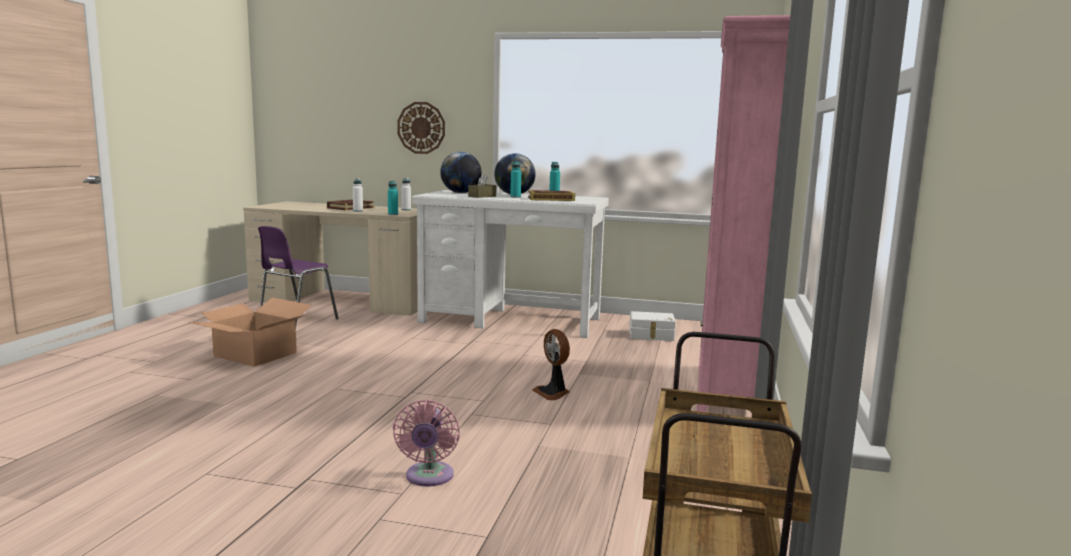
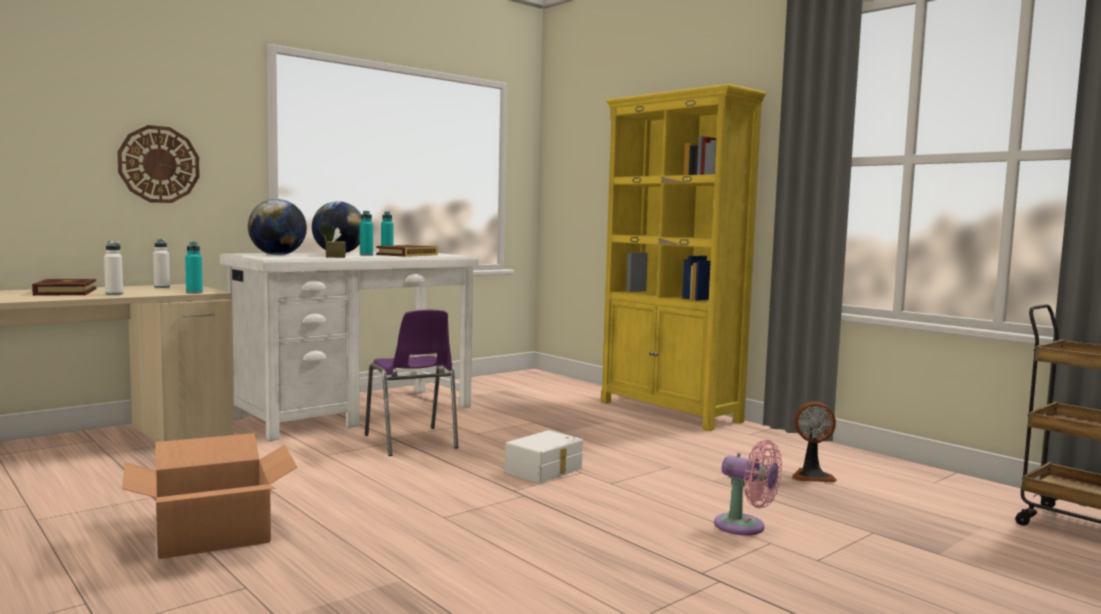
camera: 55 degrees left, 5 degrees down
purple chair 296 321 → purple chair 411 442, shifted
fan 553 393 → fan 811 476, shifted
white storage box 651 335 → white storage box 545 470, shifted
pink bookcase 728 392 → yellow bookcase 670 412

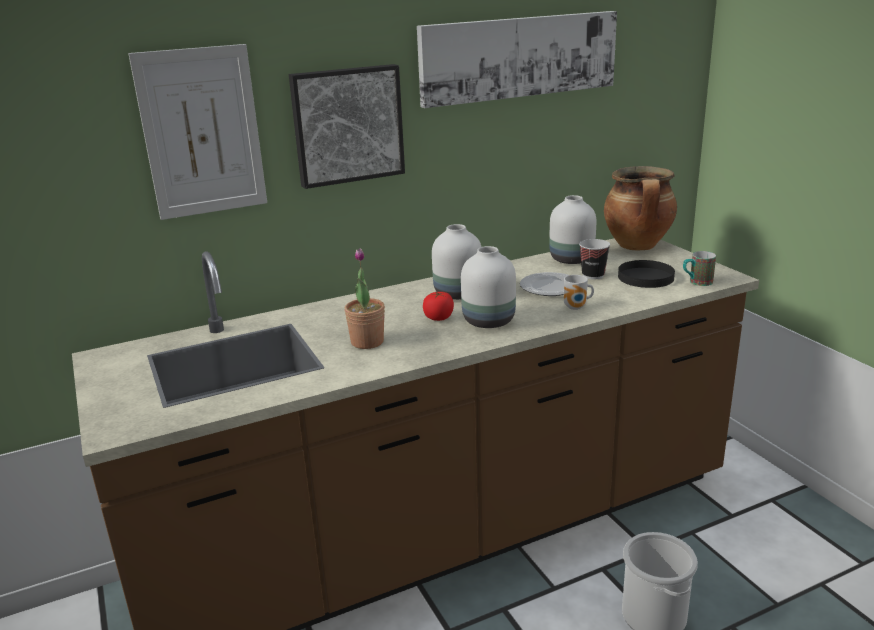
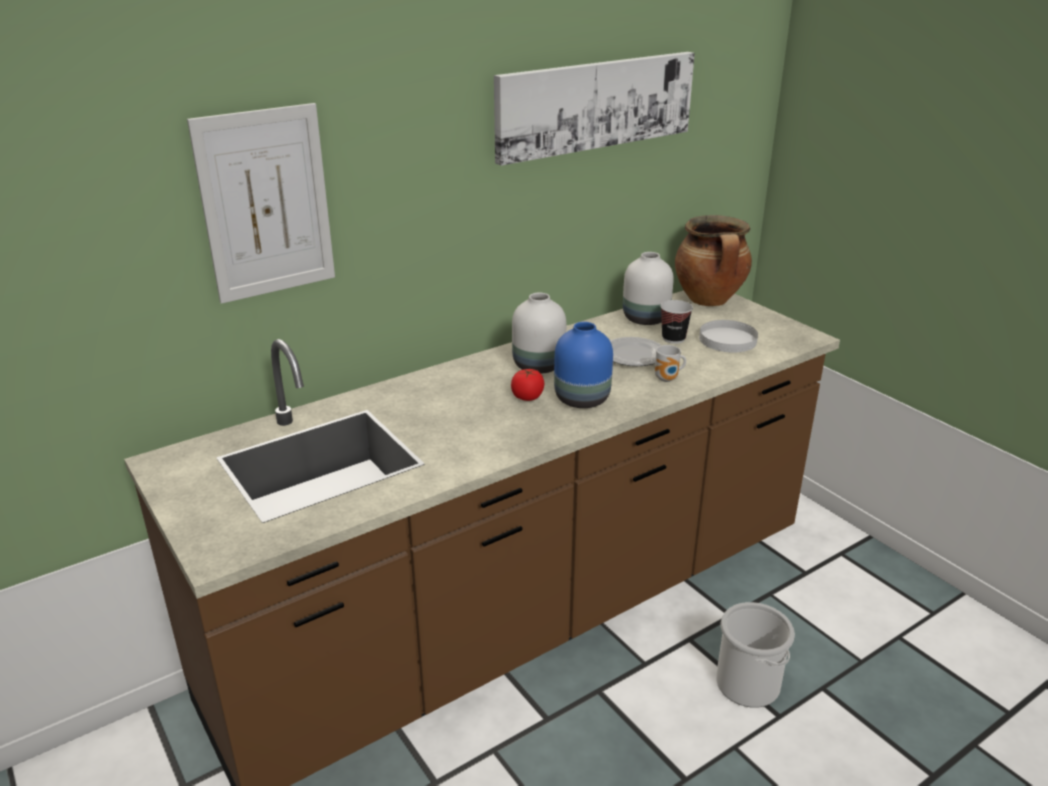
camera: 10 degrees left, 5 degrees up
picture 347 125 → -
potted plant 367 342 → -
mug 696 282 → -
white vase 488 320 → blue vase 582 398
black plate 646 277 → white plate 728 340

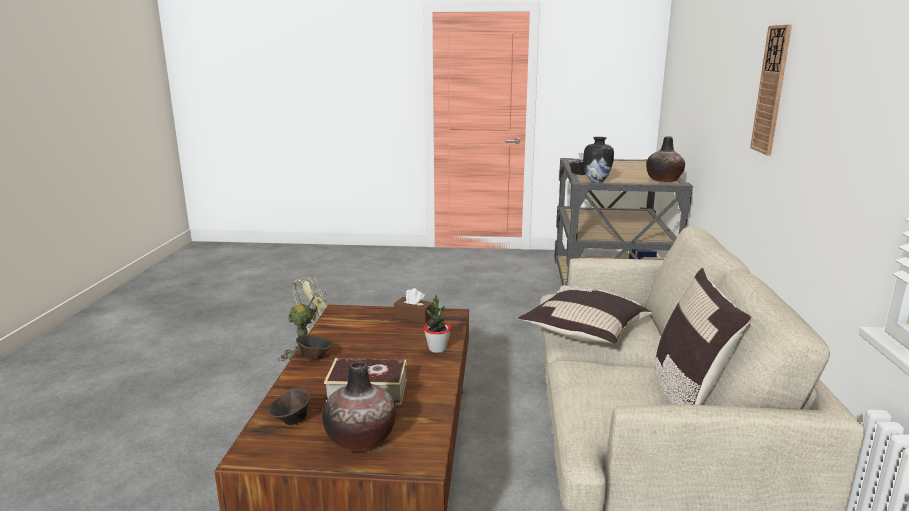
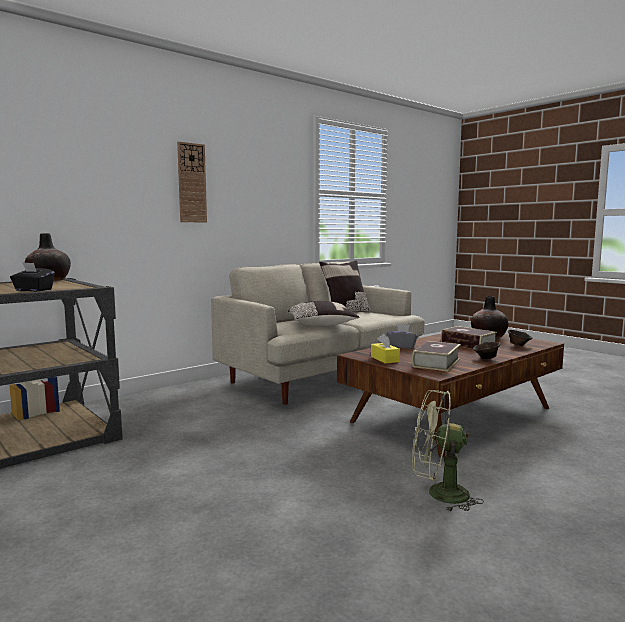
camera: 135 degrees left, 10 degrees down
vase 596 181 → -
- → book 436 363
potted plant 437 349 → grey tissue box 402 346
brown tissue box 413 316 → yellow tissue box 384 359

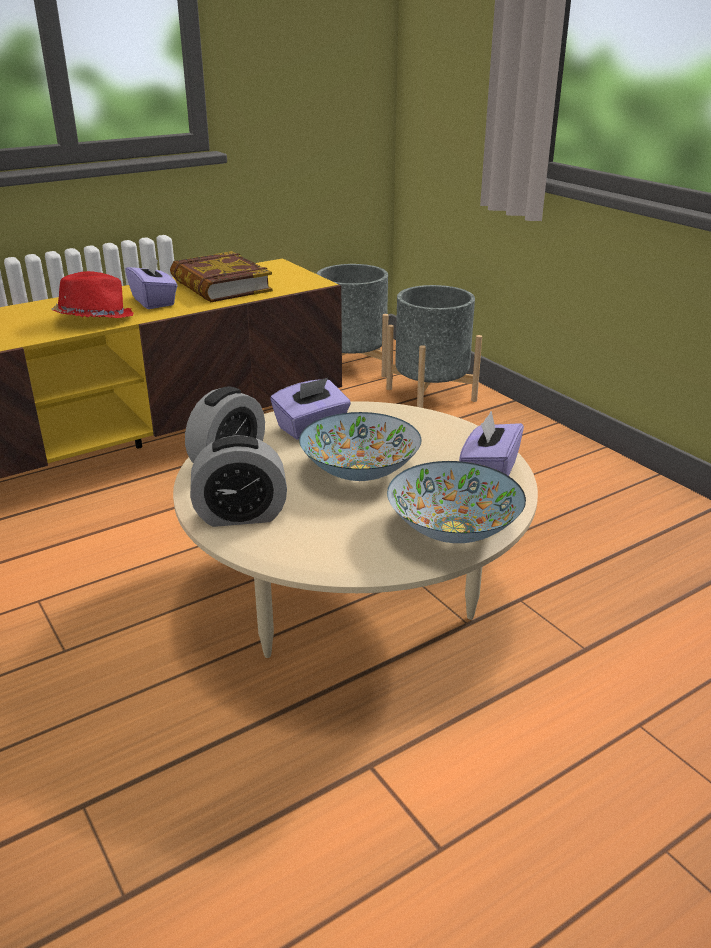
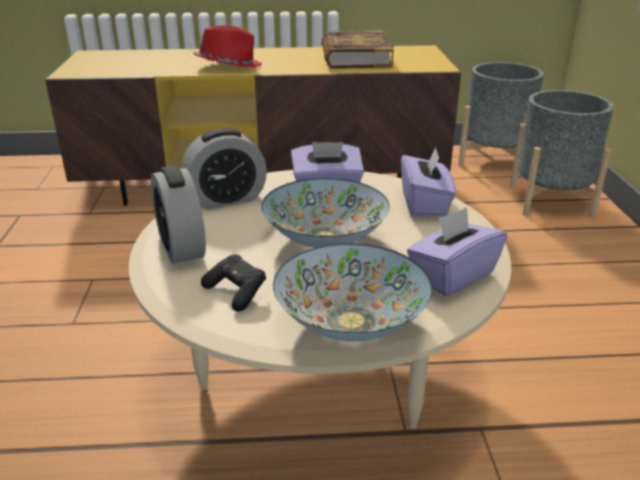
camera: 30 degrees right, 0 degrees up
- → black game controller 236 292
purple tissue box 154 301 → purple tissue box 425 204, shifted
alarm clock 241 515 → alarm clock 181 247, 45 degrees clockwise

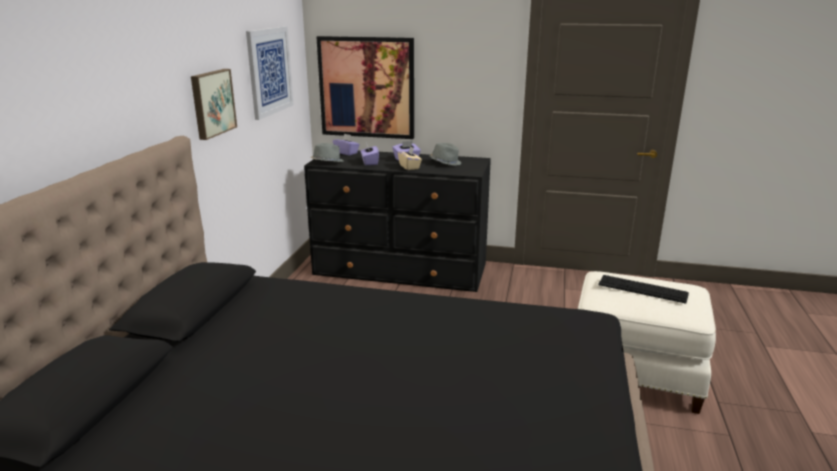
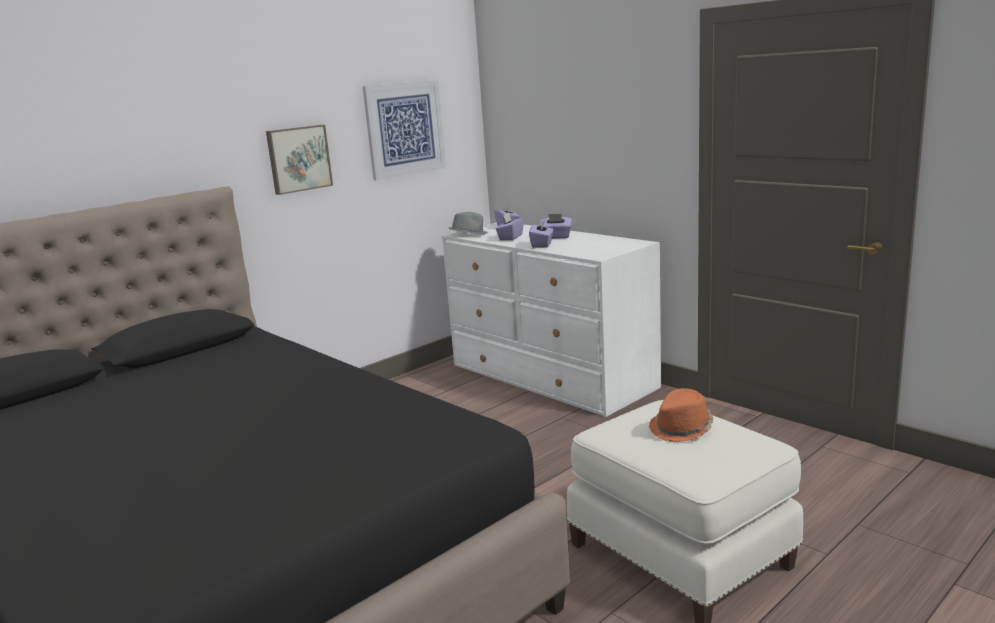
camera: 35 degrees right, 5 degrees down
picture 366 87 → -
grey hat 445 163 → -
keyboard 642 289 → orange hat 682 429
black dresser 401 269 → white dresser 551 376
beige tissue box 409 167 → purple tissue box 542 245

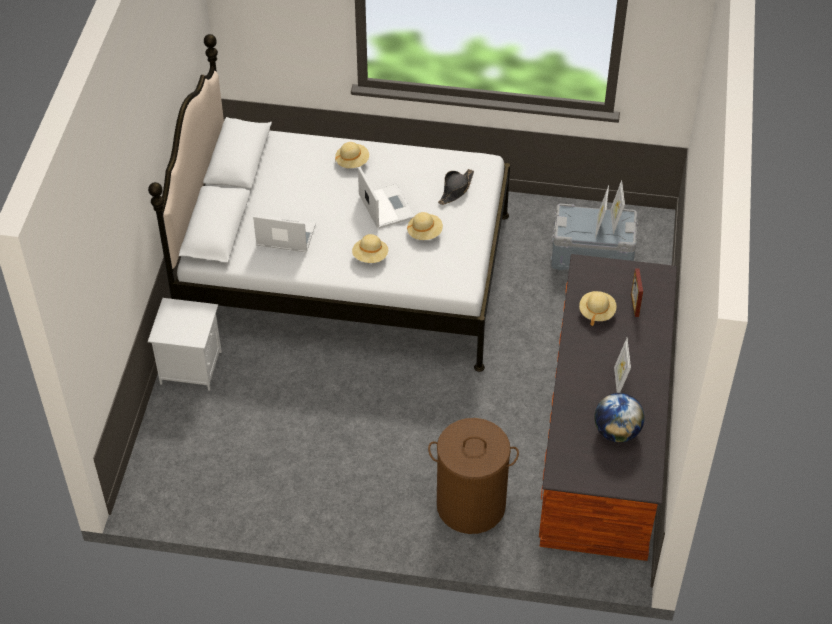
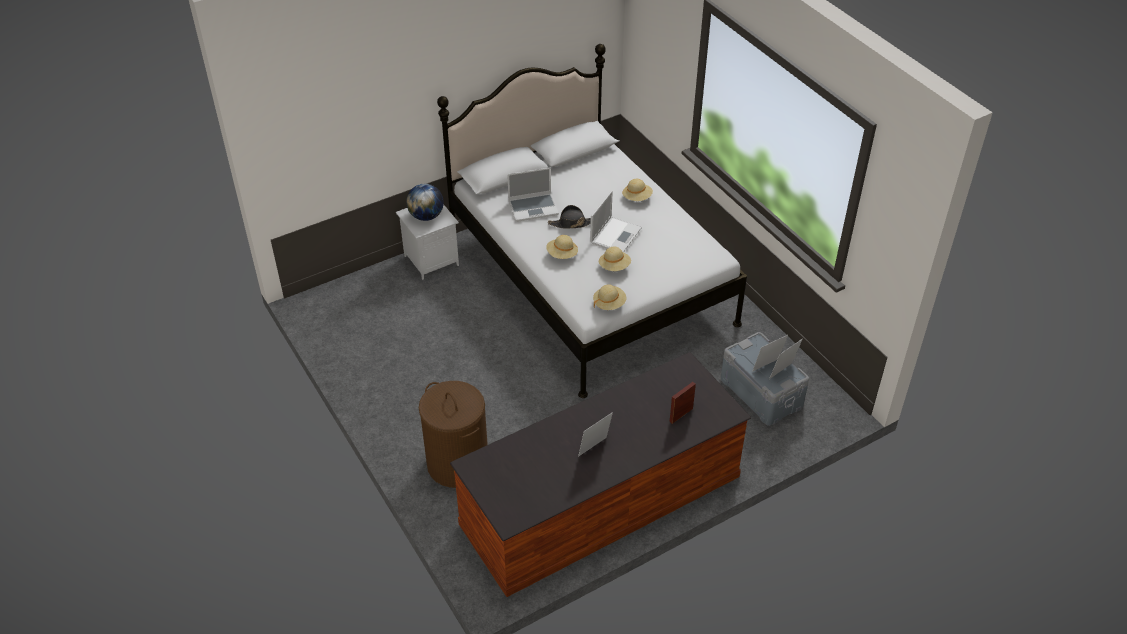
camera: 50 degrees right, 5 degrees down
black hat 456 190 → black hat 571 223, shifted
beige hat 596 312 → beige hat 609 304, shifted
globe 616 432 → globe 426 216, shifted
laptop 285 236 → laptop 533 207, 105 degrees clockwise

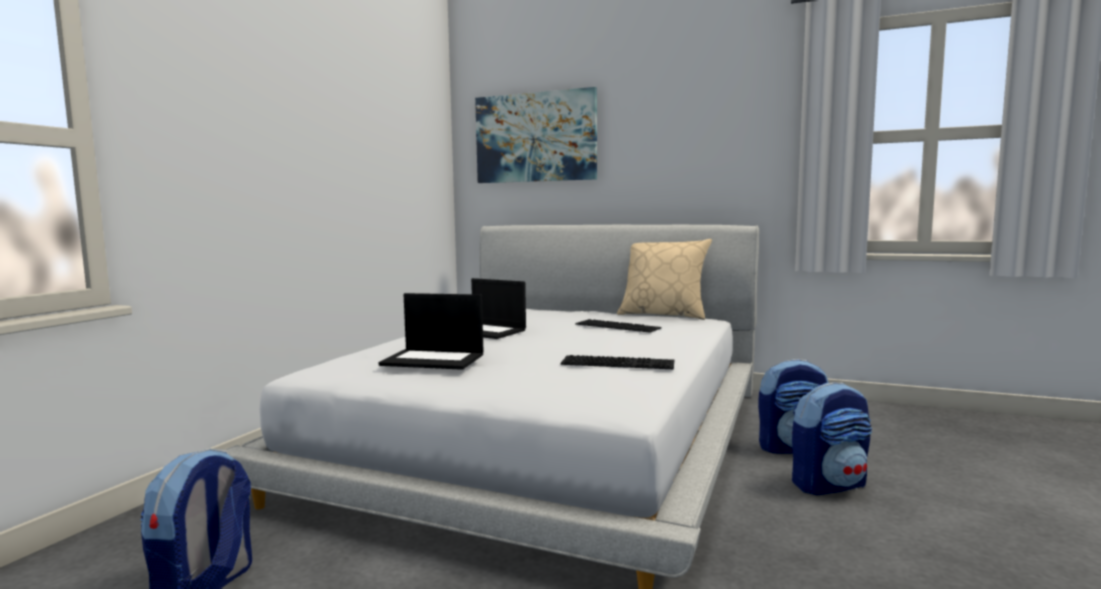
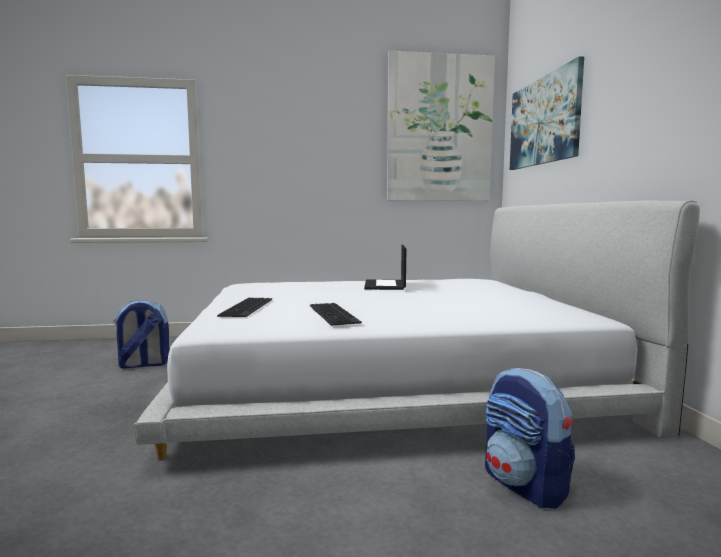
camera: 60 degrees right, 0 degrees up
laptop 434 359 → -
beige pillow 663 315 → -
backpack 829 484 → -
- → picture 439 129
keyboard 619 326 → keyboard 248 307, shifted

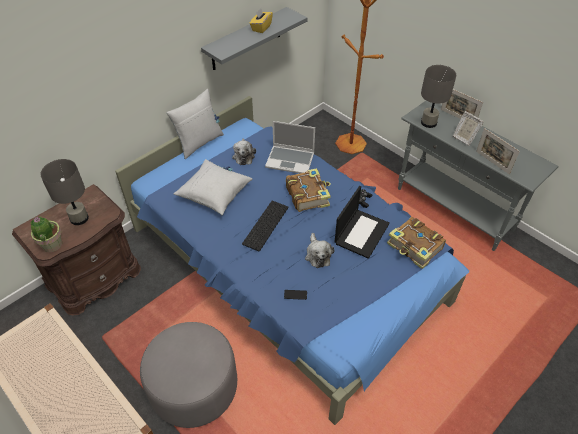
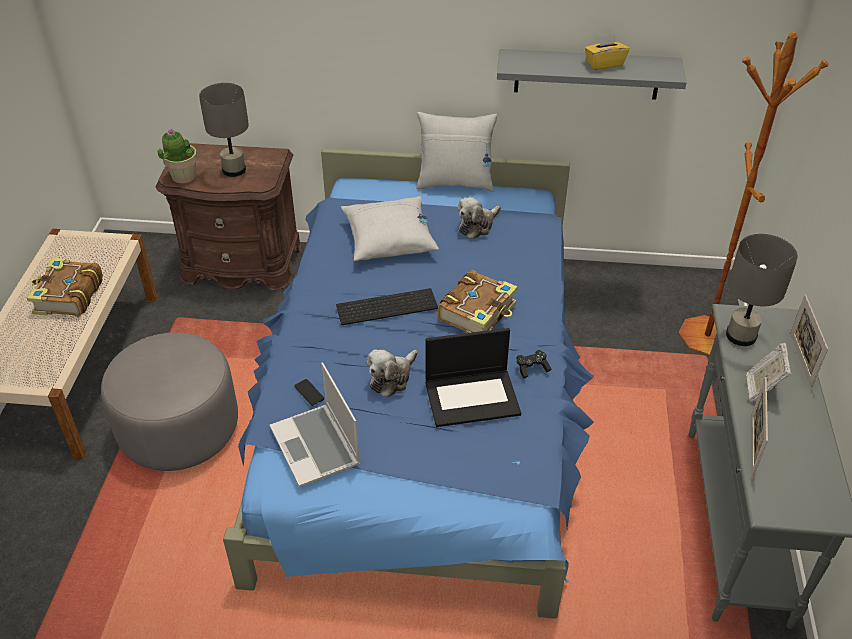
camera: 50 degrees right, 5 degrees down
laptop 290 160 → laptop 316 447, shifted
book 415 247 → book 67 297, shifted

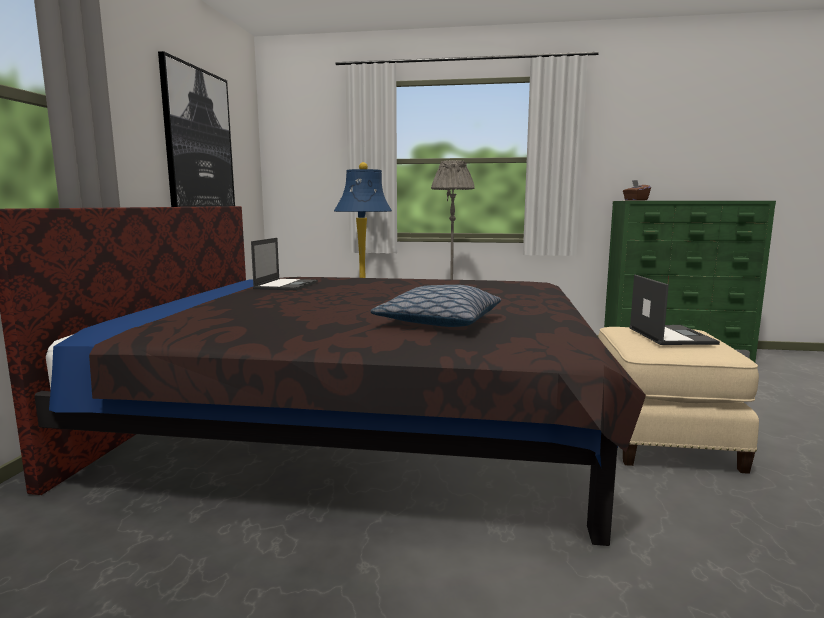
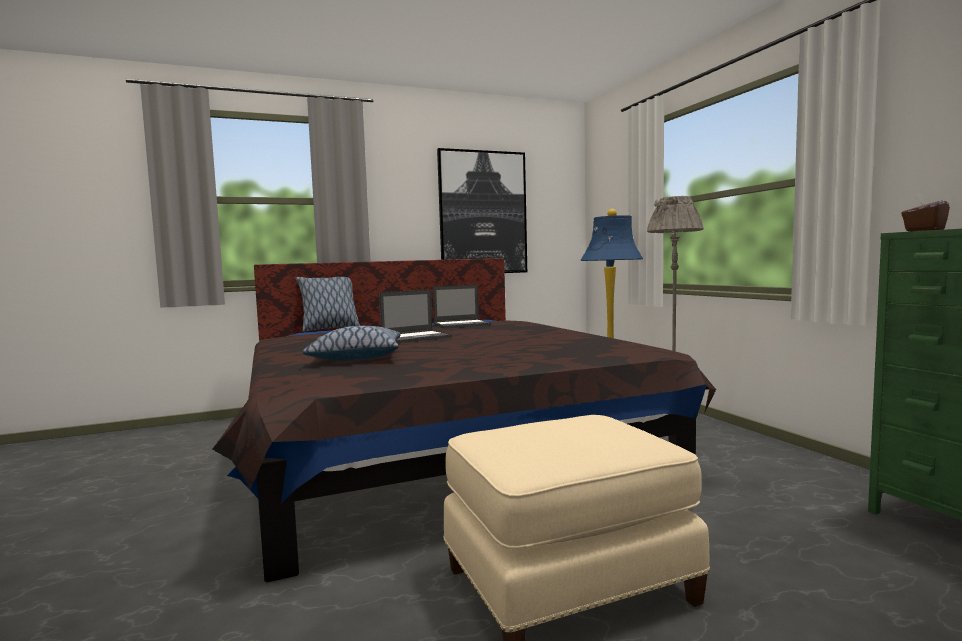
camera: 60 degrees right, 5 degrees down
- → pillow 329 329
laptop 670 335 → laptop 416 337, shifted

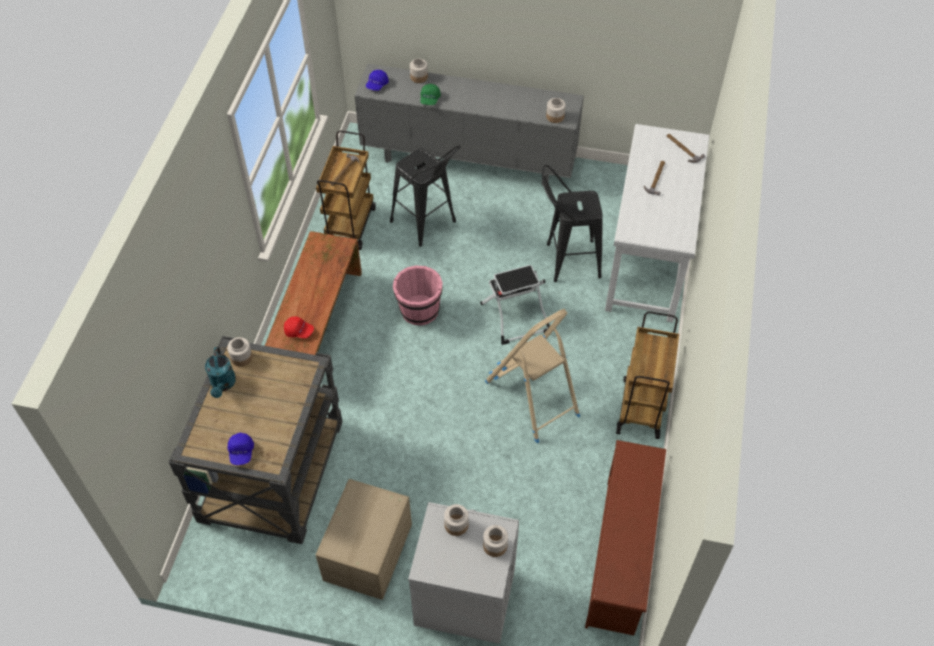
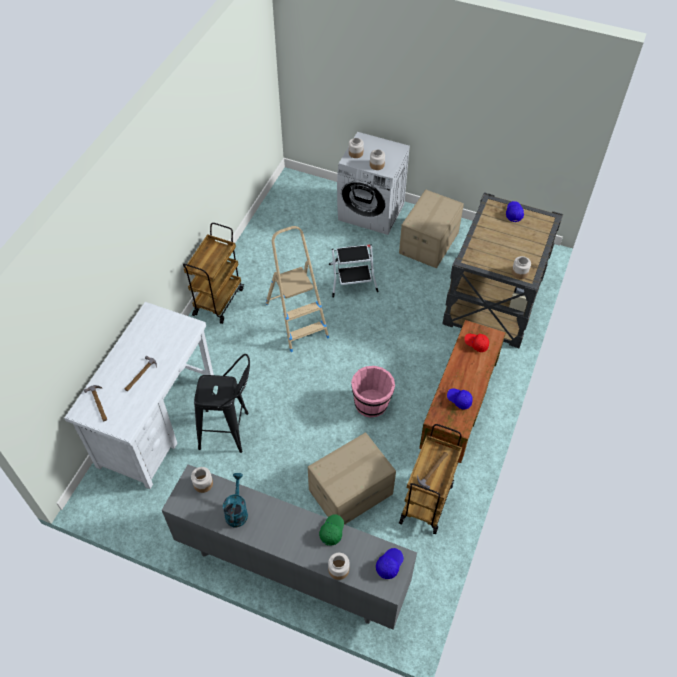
camera: 170 degrees left, 0 degrees up
brown shoe rack 621 556 → -
- → blue cap 459 400
turquoise watering can 223 384 → turquoise watering can 236 511, shifted
step ladder 516 314 → step ladder 352 278, shifted
black stool 427 225 → cardboard box 350 491

